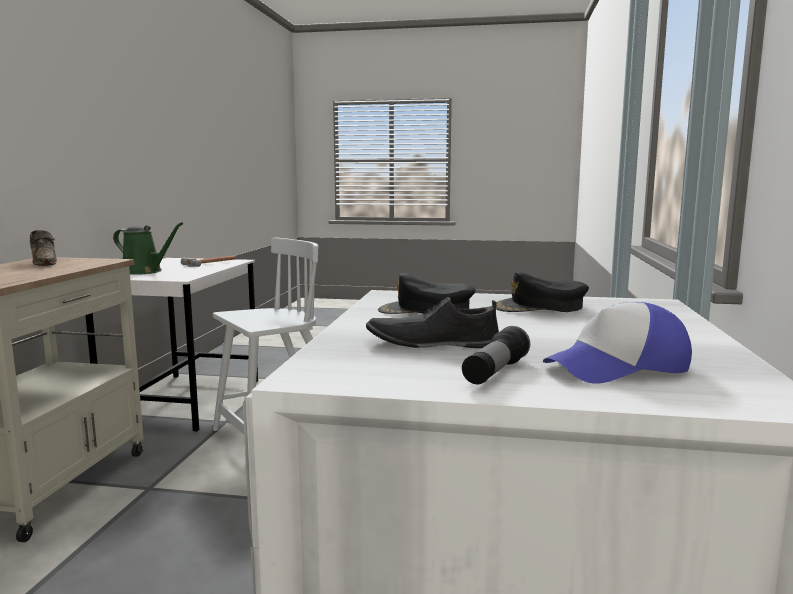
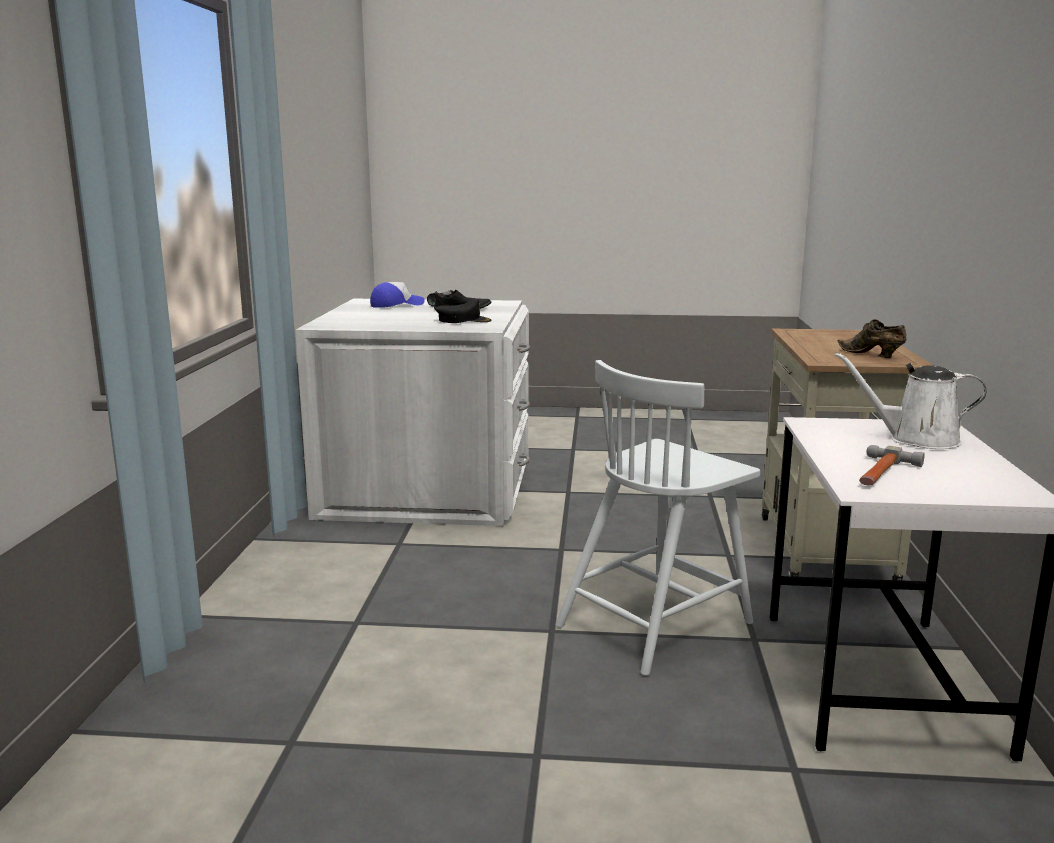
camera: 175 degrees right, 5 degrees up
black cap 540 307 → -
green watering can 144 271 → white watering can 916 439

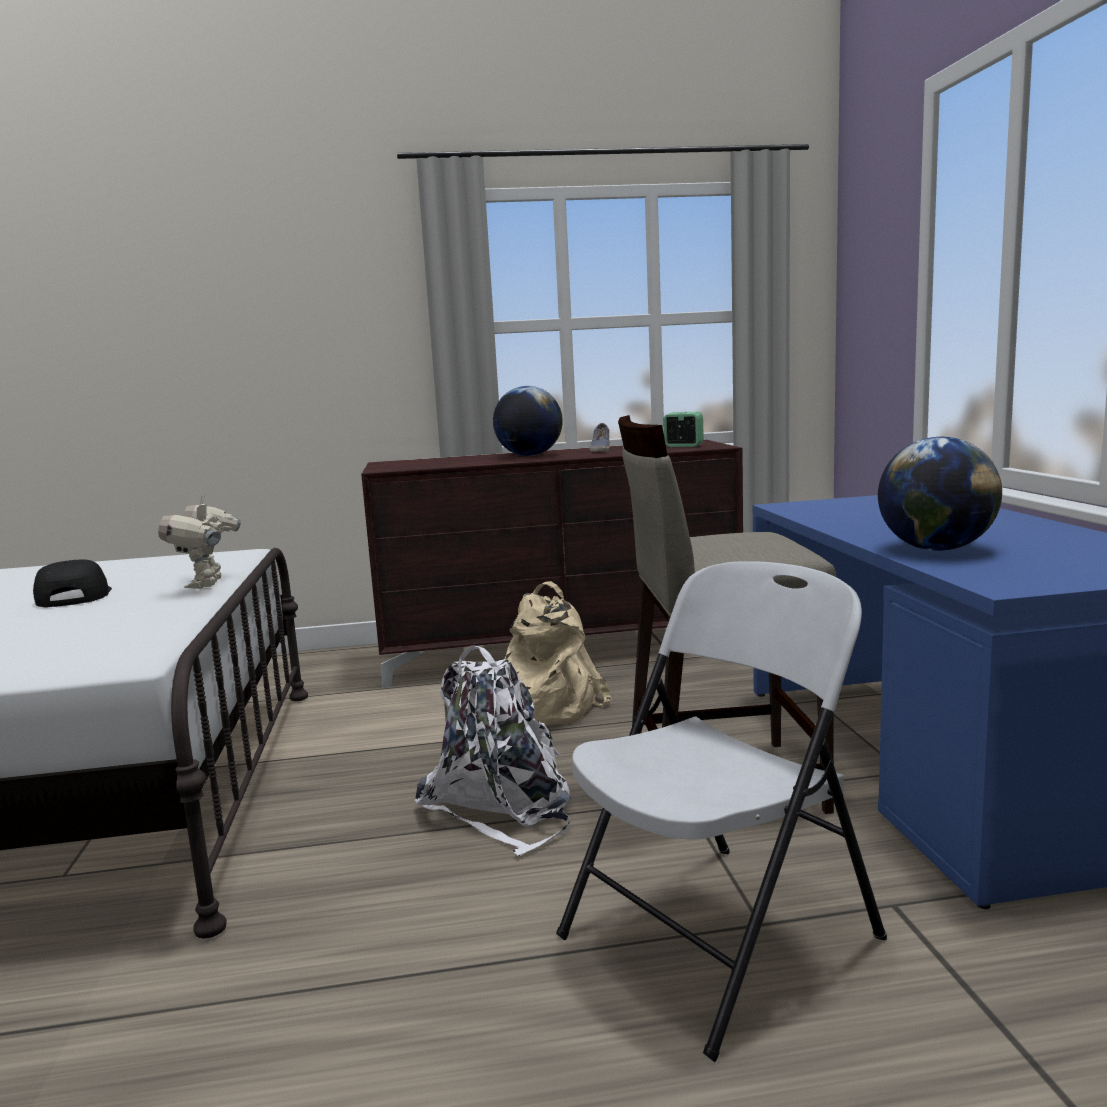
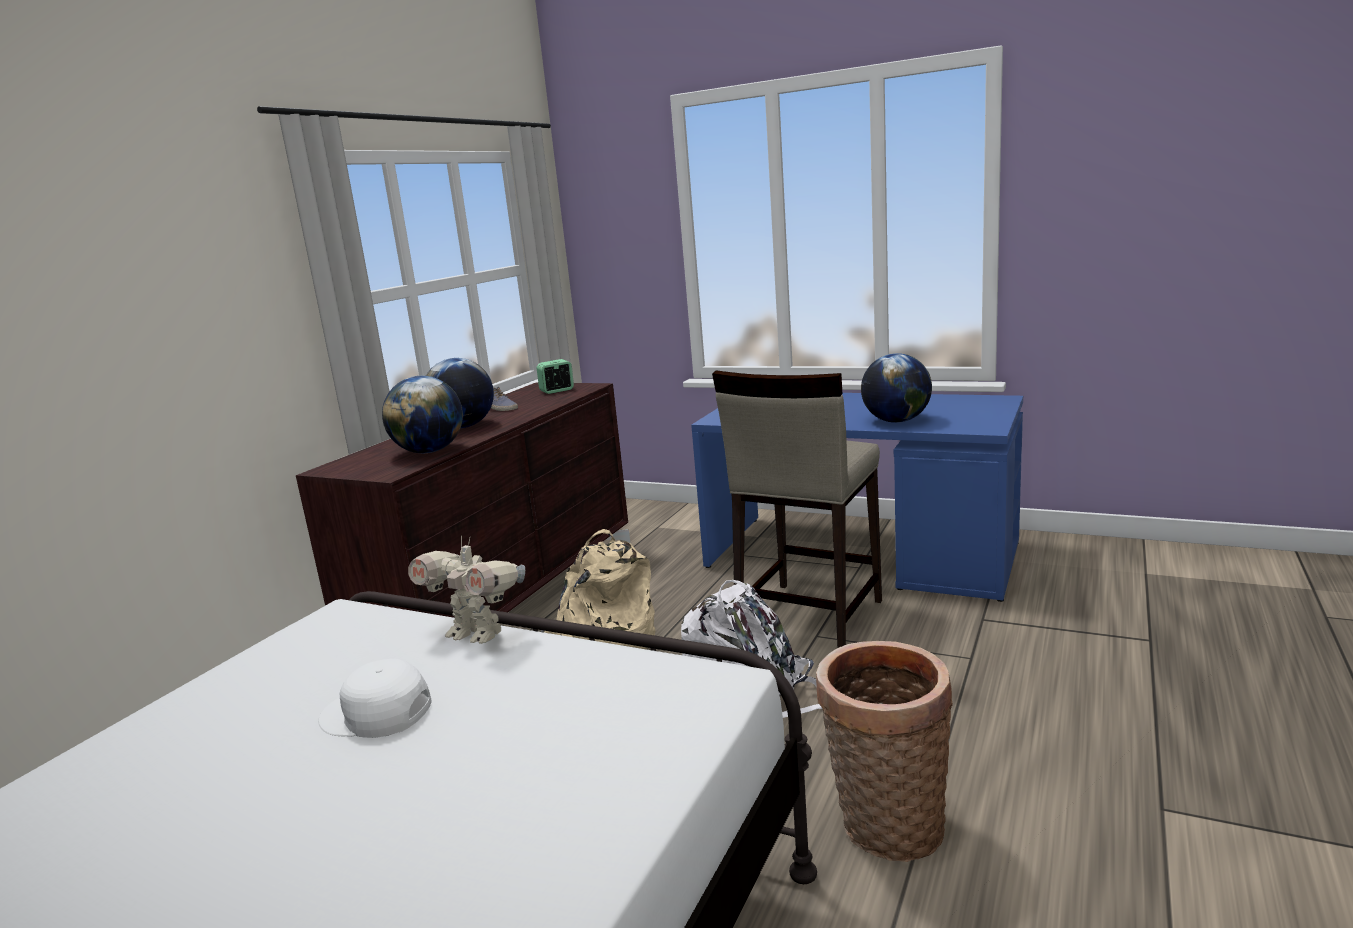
camera: 55 degrees left, 5 degrees up
white chair 719 937 → -
- → globe 429 451
- → basket 885 826
black cap 73 596 → white cap 375 713

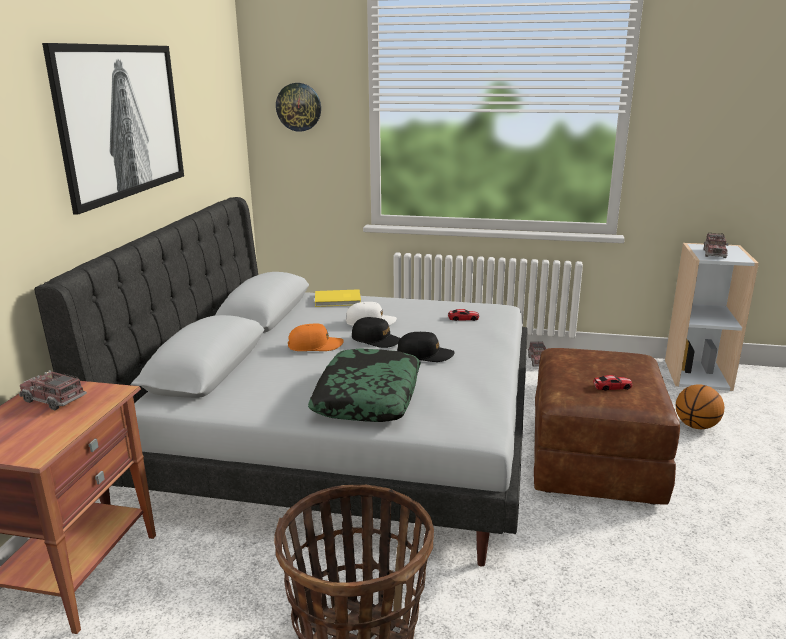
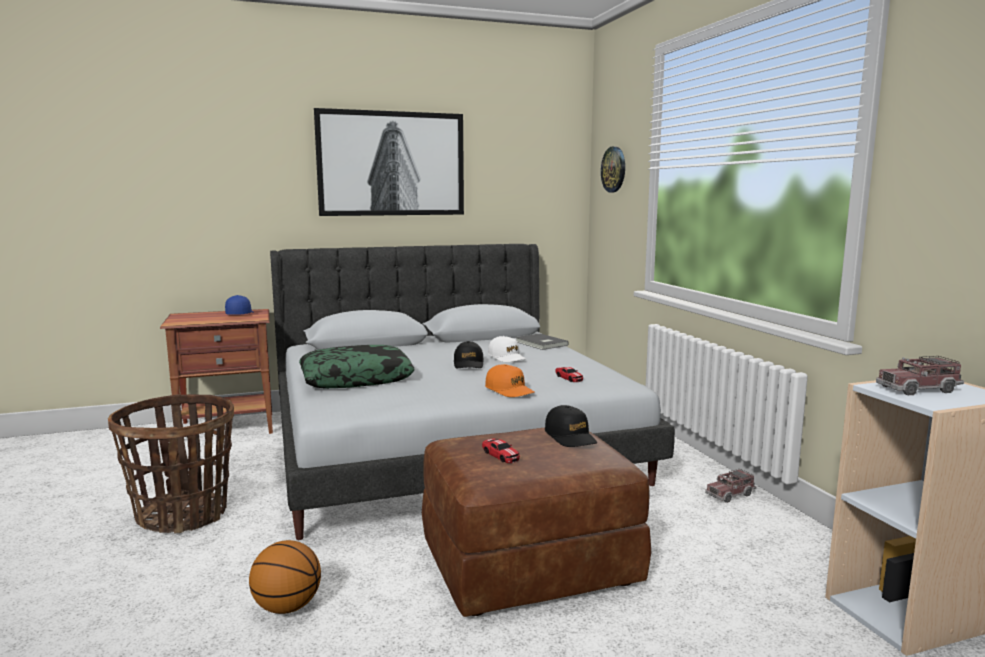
camera: 60 degrees right, 10 degrees down
orange cap 315 346 → orange cap 509 390, shifted
black cap 425 355 → black cap 570 437, shifted
basketball 696 426 → basketball 287 607, shifted
toy truck 53 400 → blue cap 239 314
yellow book 338 300 → grey book 540 344

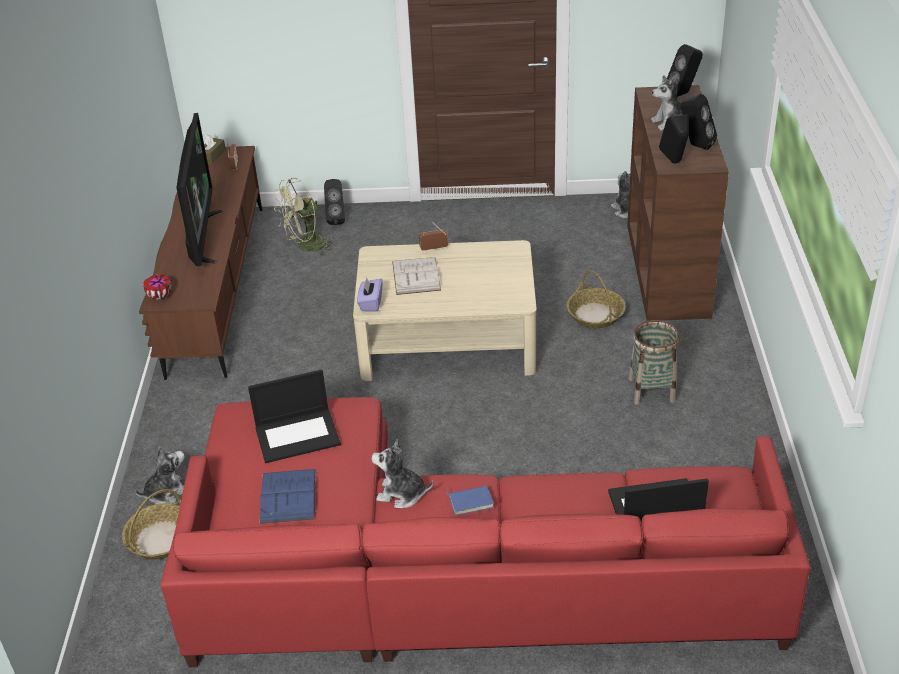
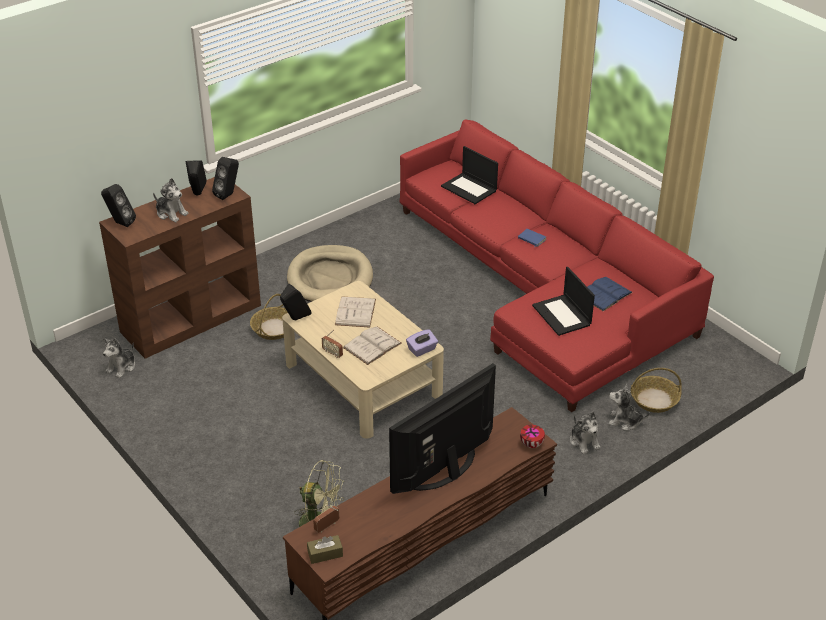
camera: 130 degrees left, 0 degrees up
- → white book 355 312
black speaker 337 219 → black speaker 295 319, shifted
plush toy 401 494 → plush toy 584 441, shifted
basket 652 390 → beige dog bed 330 278
laptop 298 435 → laptop 562 315, 150 degrees counterclockwise

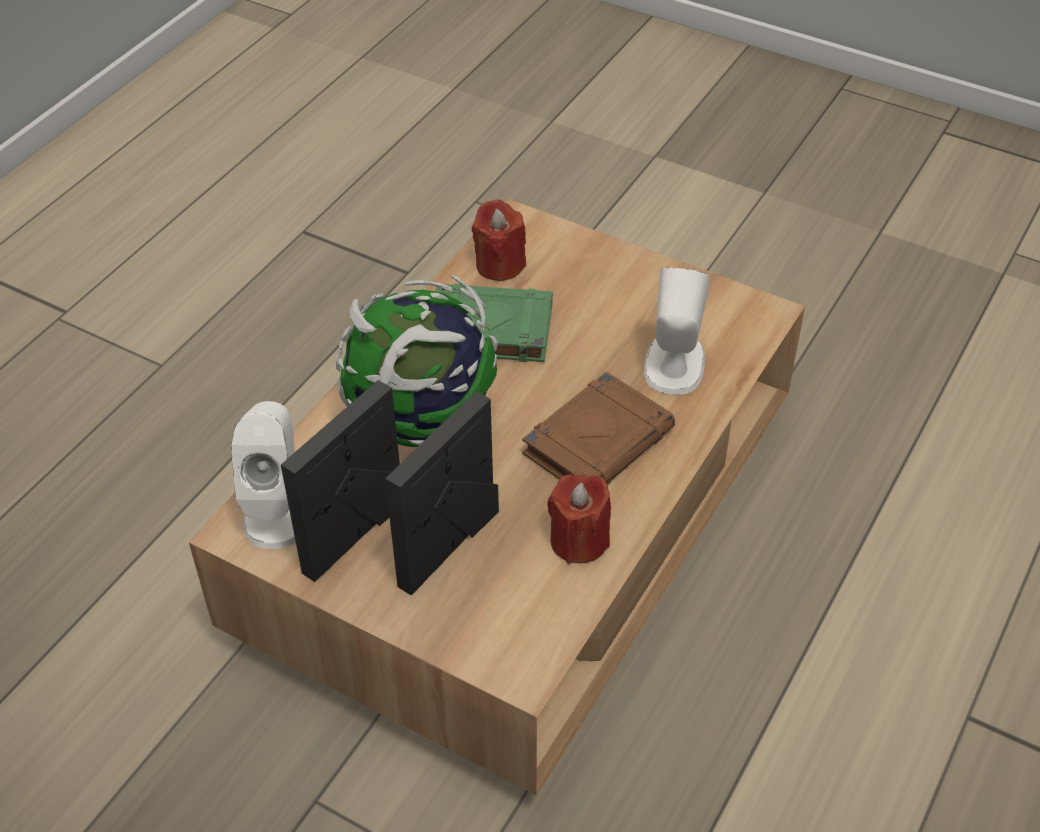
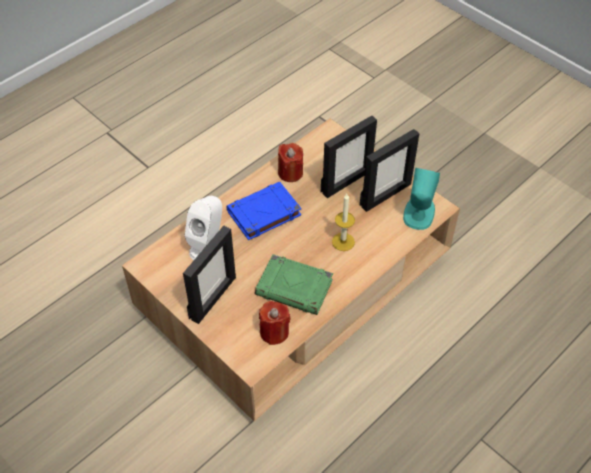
camera: 165 degrees left, 5 degrees up
- → picture frame 212 297
globe 423 422 → candle 343 242
white speaker 277 510 → turquoise speaker 419 213
brown book 598 441 → blue book 263 214

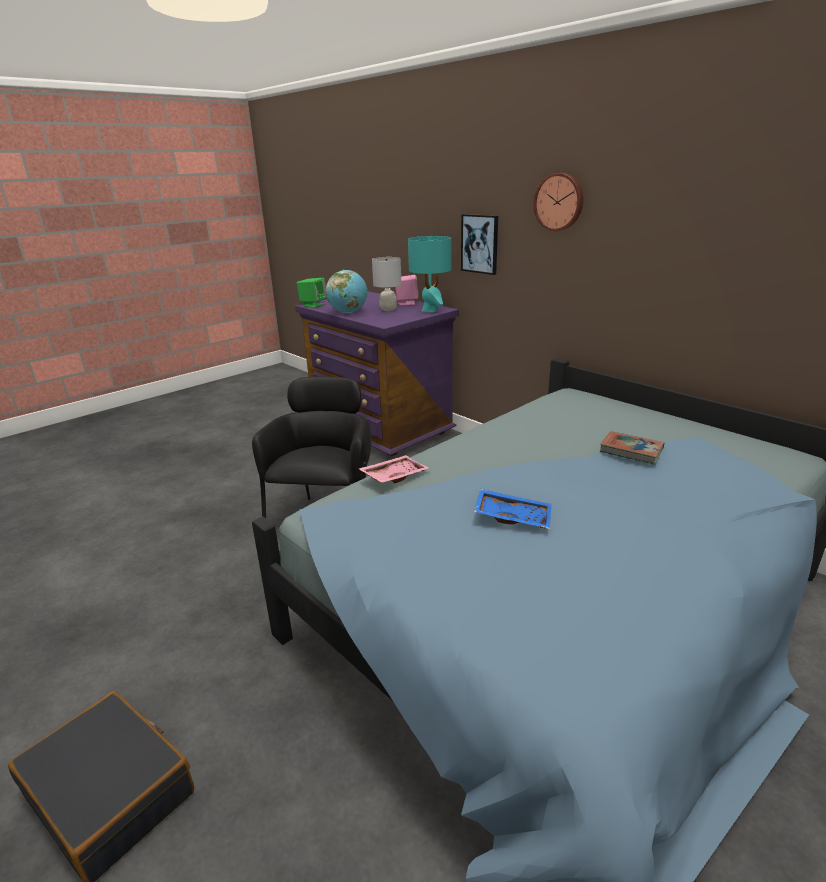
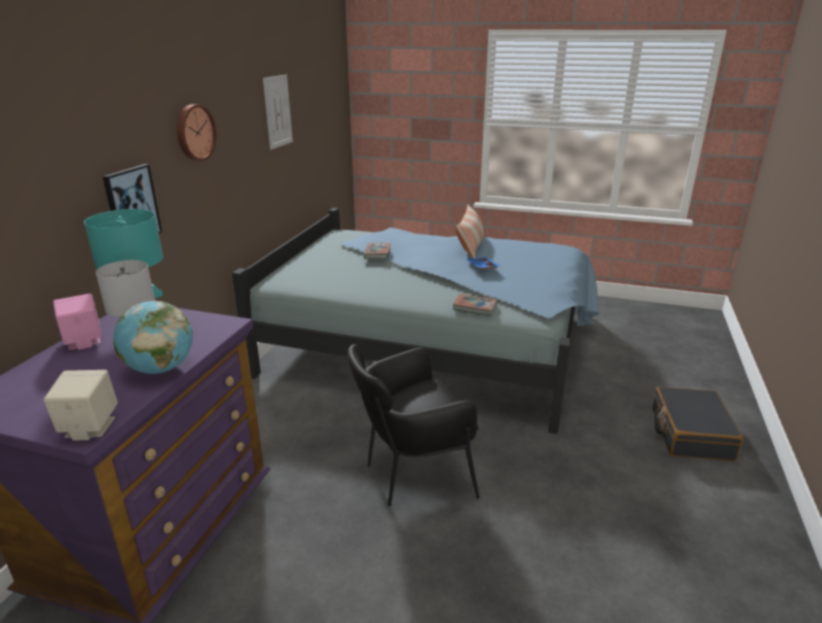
camera: 120 degrees left, 0 degrees up
- → picture 277 111
- → pillow 470 246
pink tray 393 476 → book 475 307
green speaker 313 305 → beige speaker 89 428

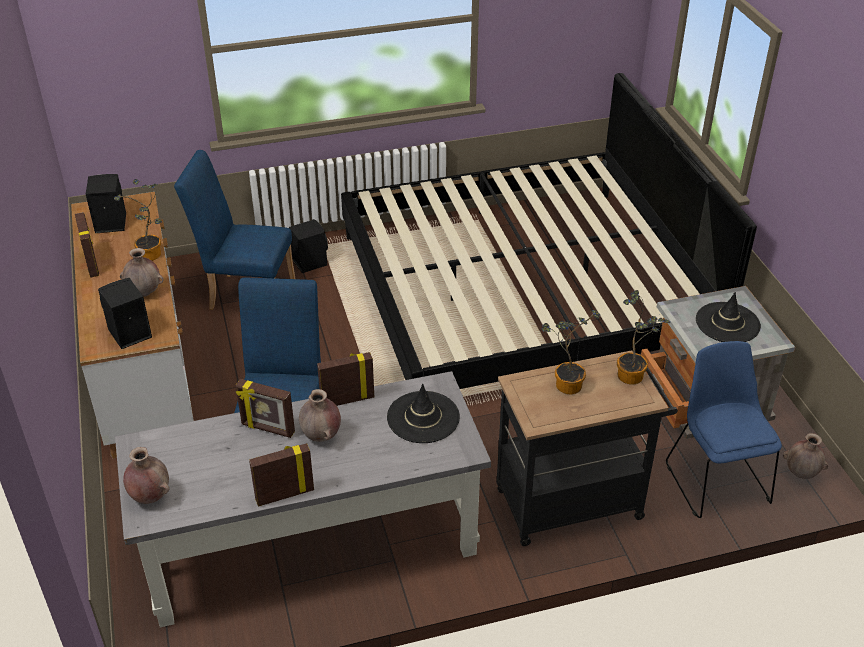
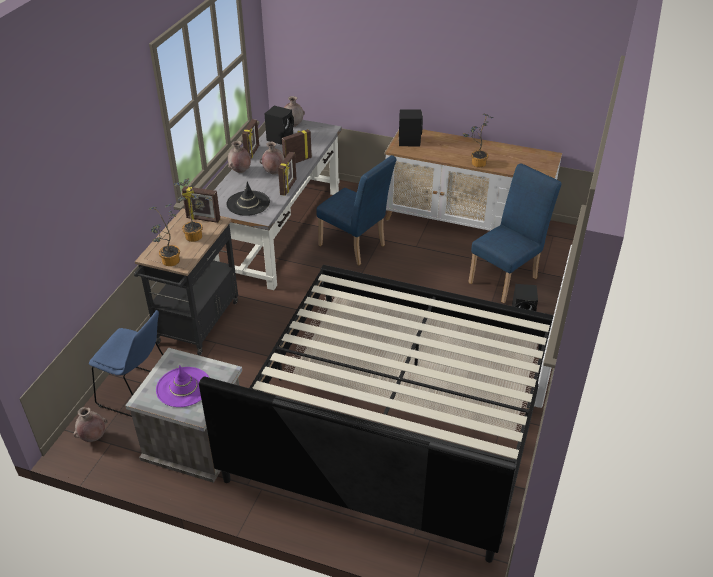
camera: 125 degrees right, 0 degrees up
picture frame 92 264 → picture frame 203 219, shifted
black speaker 109 223 → black speaker 281 138, shifted
brown vase 145 293 → brown vase 240 171, shifted
black hat 727 323 → purple hat 183 387

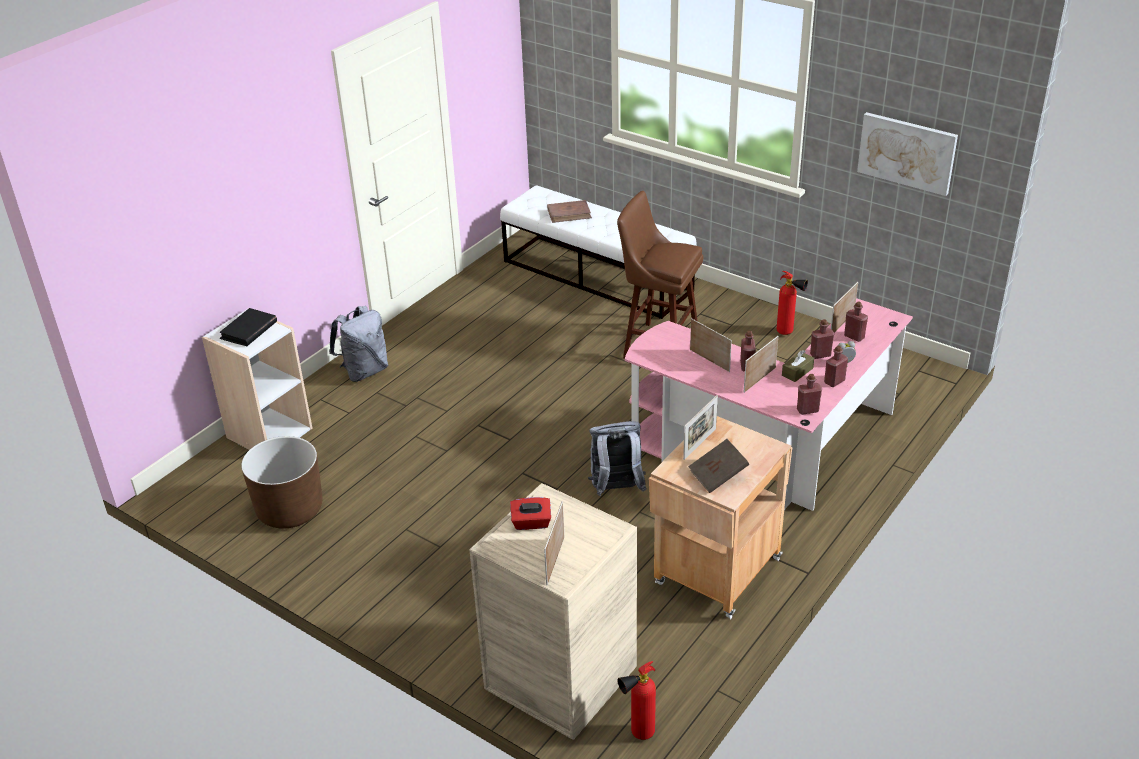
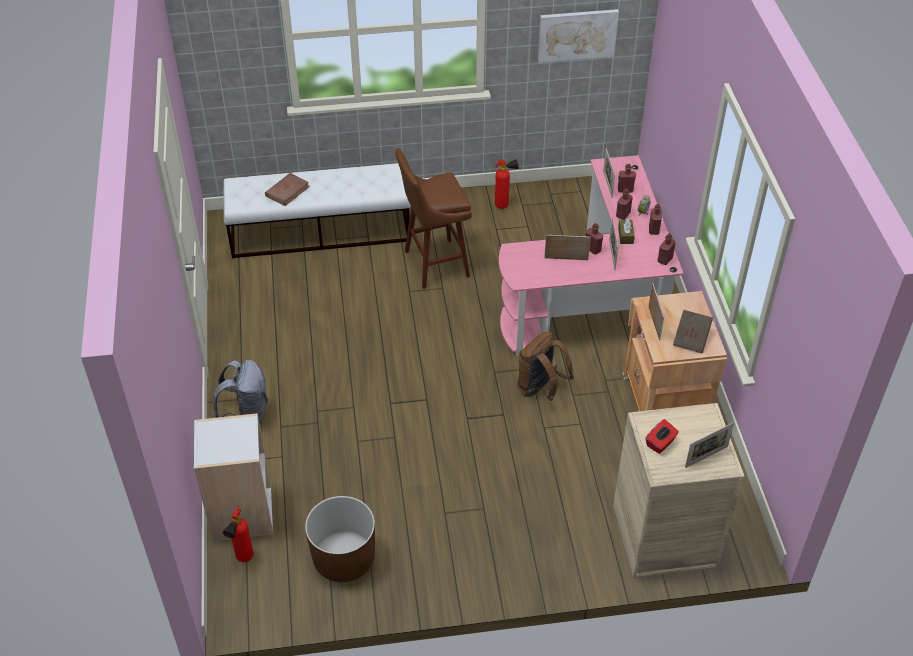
camera: 45 degrees left, 10 degrees up
black book 248 330 → -
fire extinguisher 638 735 → fire extinguisher 243 560, shifted
grey backpack 616 489 → brown backpack 540 389
picture frame 555 560 → picture frame 706 457, 90 degrees counterclockwise

